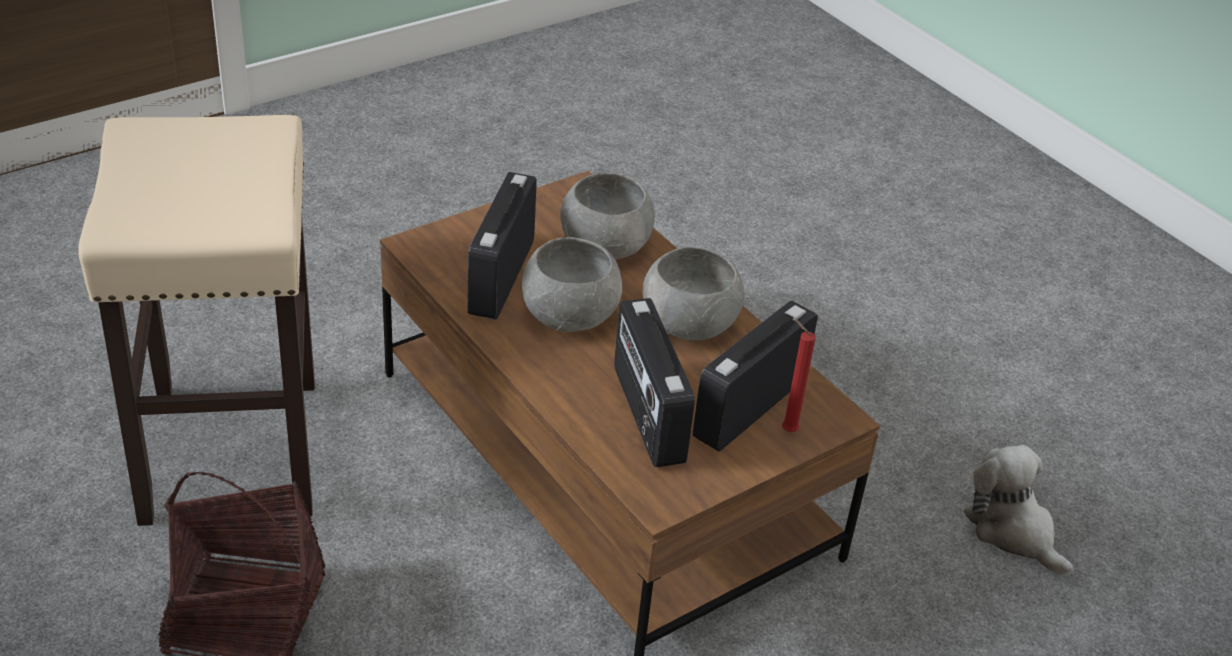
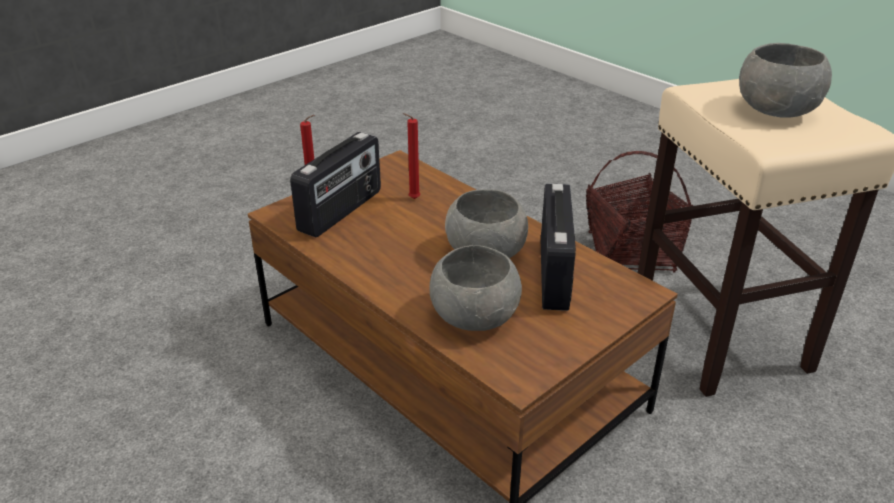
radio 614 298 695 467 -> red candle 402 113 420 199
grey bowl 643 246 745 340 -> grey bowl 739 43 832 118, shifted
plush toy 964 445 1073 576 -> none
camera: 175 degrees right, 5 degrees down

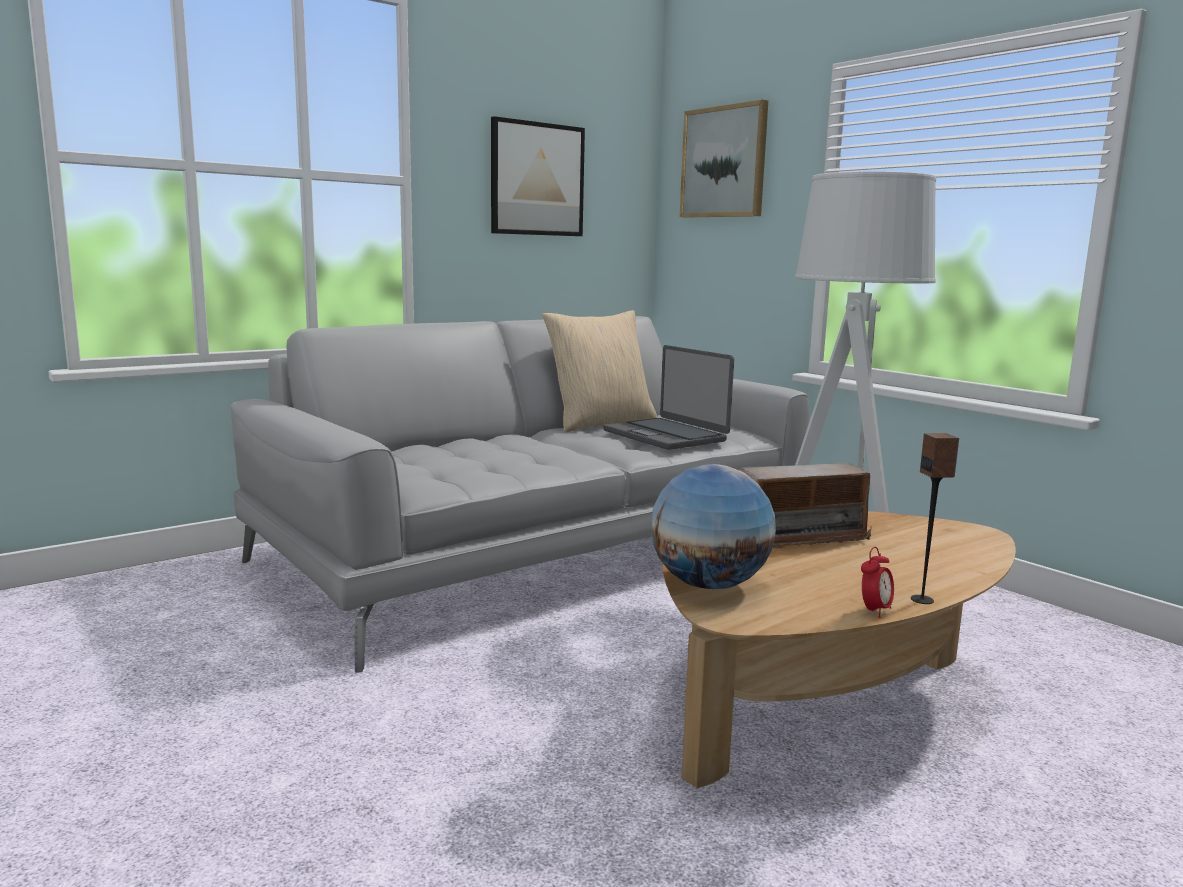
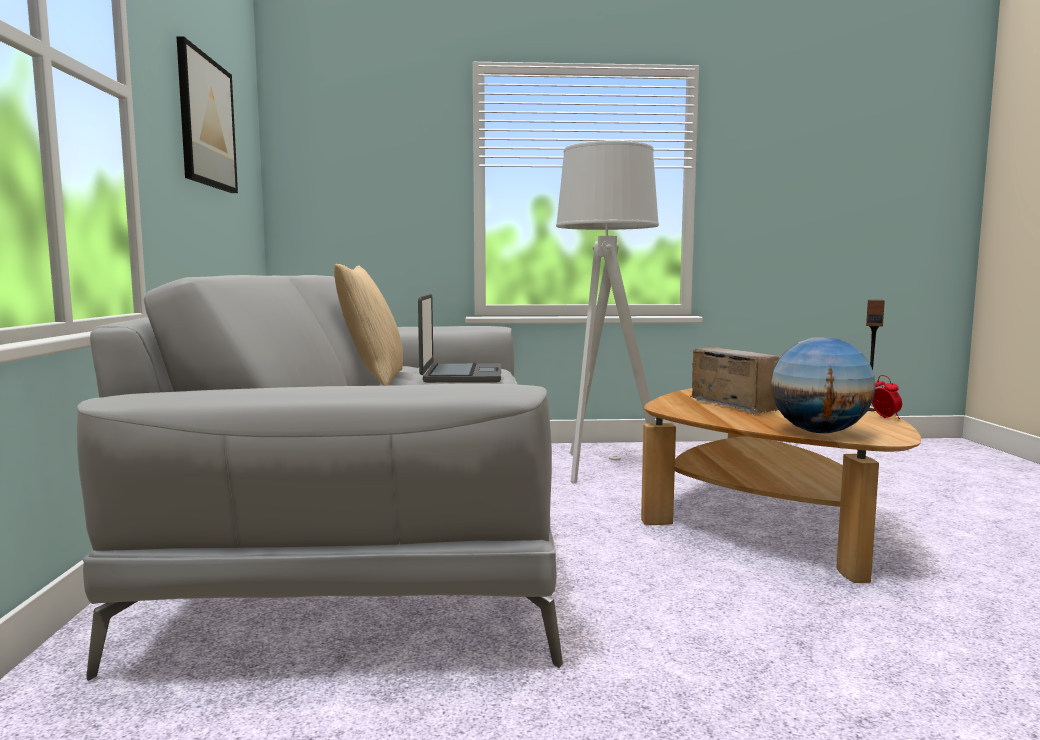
laptop 603 345 734 450 -> laptop 418 294 501 383, 90 degrees counterclockwise
radio 739 463 872 549 -> radio 689 347 781 415, 45 degrees counterclockwise
picture 680 100 768 218 -> none
camera: 55 degrees left, 5 degrees down

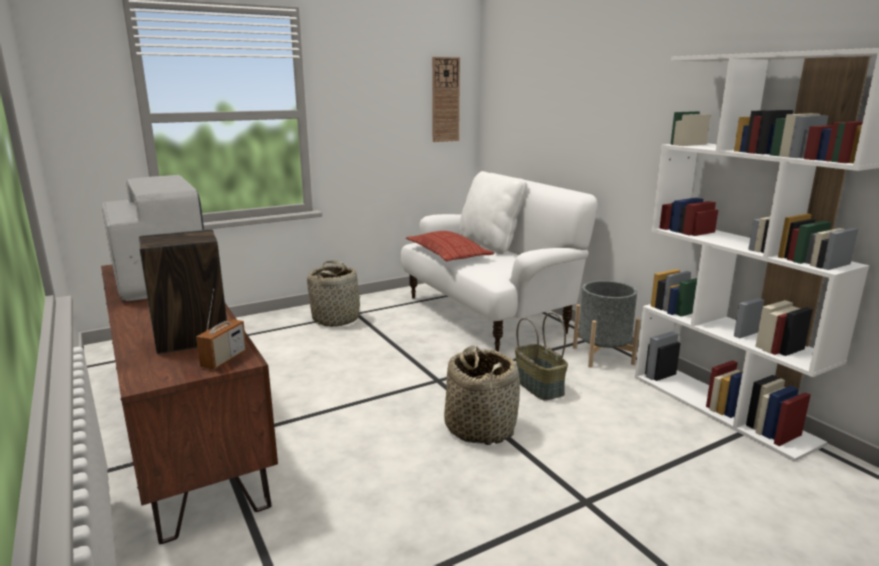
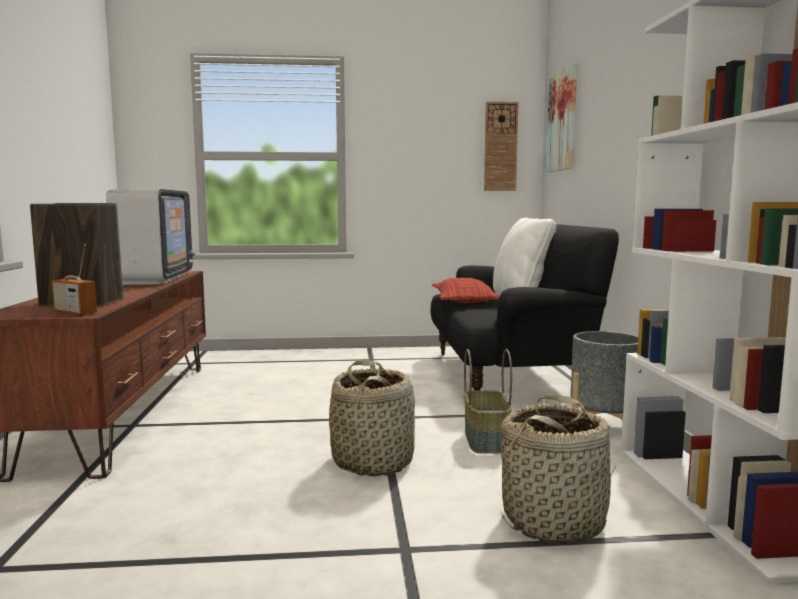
radio 196 289 247 370 -> radio 51 244 97 315, 75 degrees clockwise
white sofa 401 173 598 352 -> black sofa 430 224 619 390
basket 307 260 363 327 -> basket 501 394 616 544, shifted
none -> picture 546 63 577 172
camera: 25 degrees right, 10 degrees down

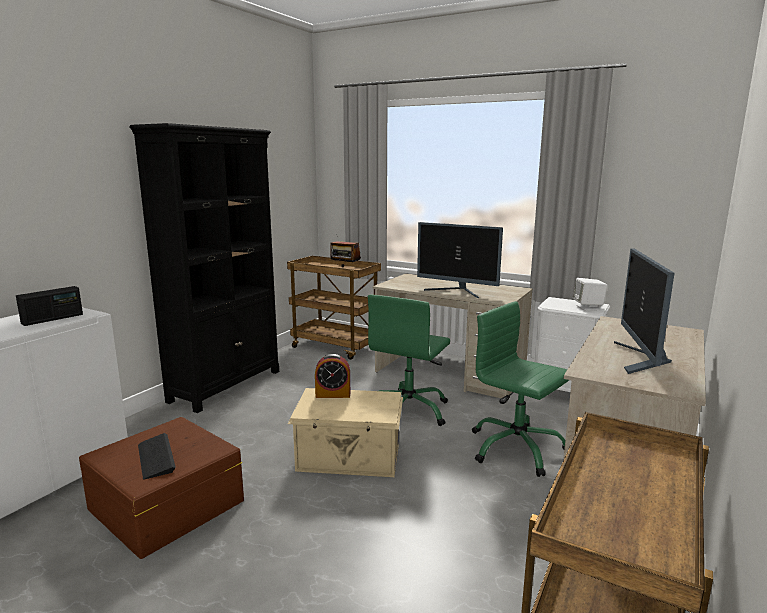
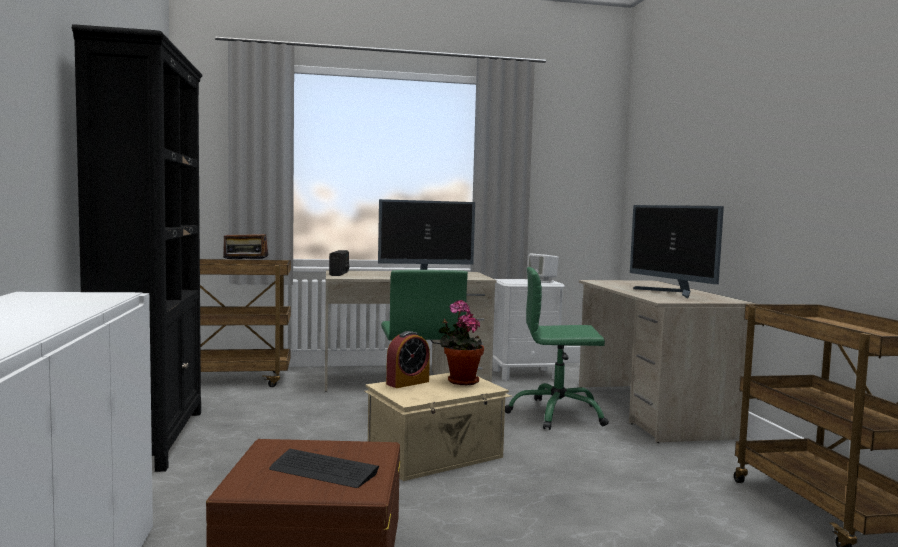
radio 16 286 83 326 -> radio 329 250 349 276, shifted
none -> potted plant 439 300 484 385
camera: 40 degrees left, 10 degrees down

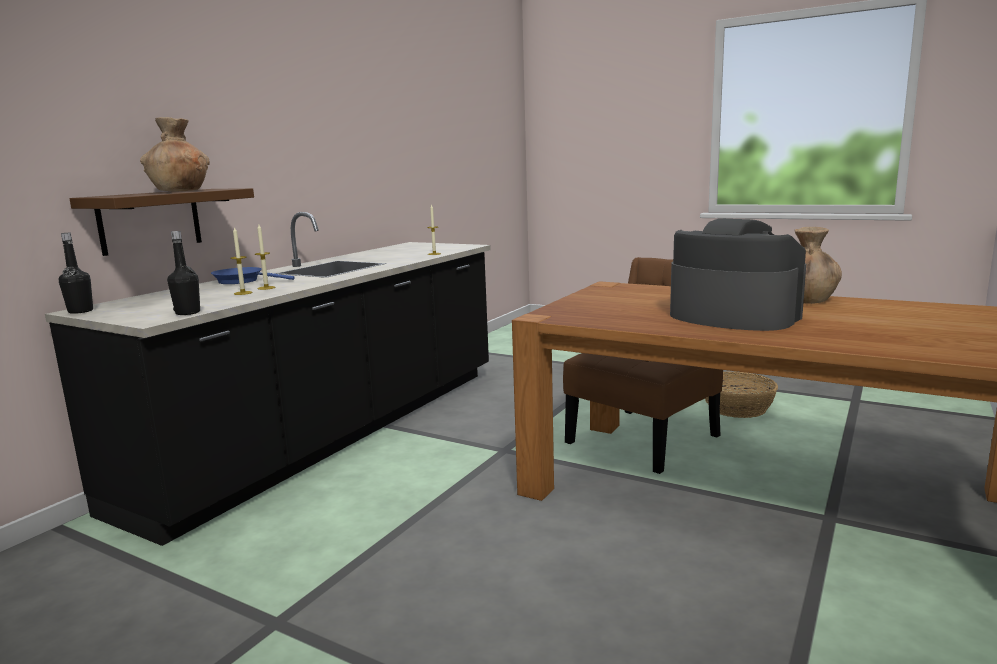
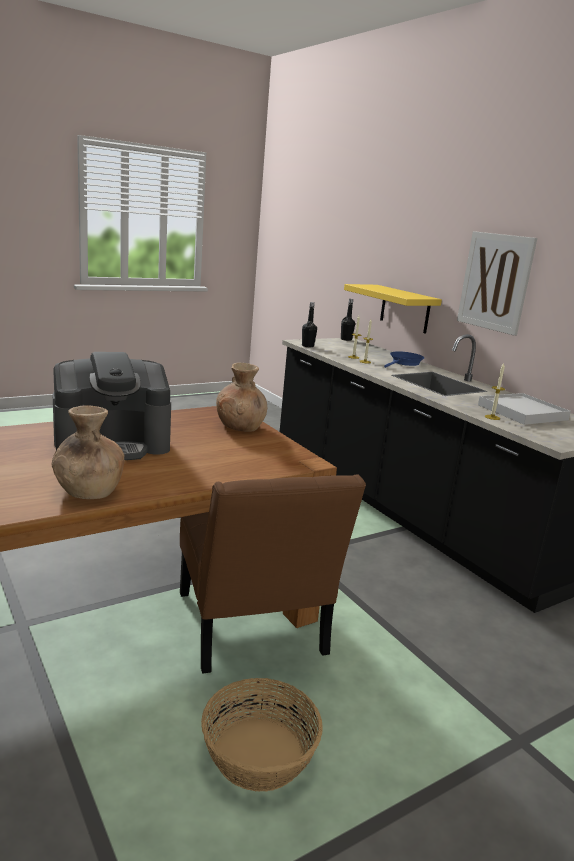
brown vase 140 117 210 191 -> brown vase 216 363 267 432, shifted
brown shelf 69 188 254 256 -> yellow shelf 344 284 442 334
none -> picture 457 231 537 336
none -> white tray 478 393 571 425
camera: 115 degrees right, 5 degrees up

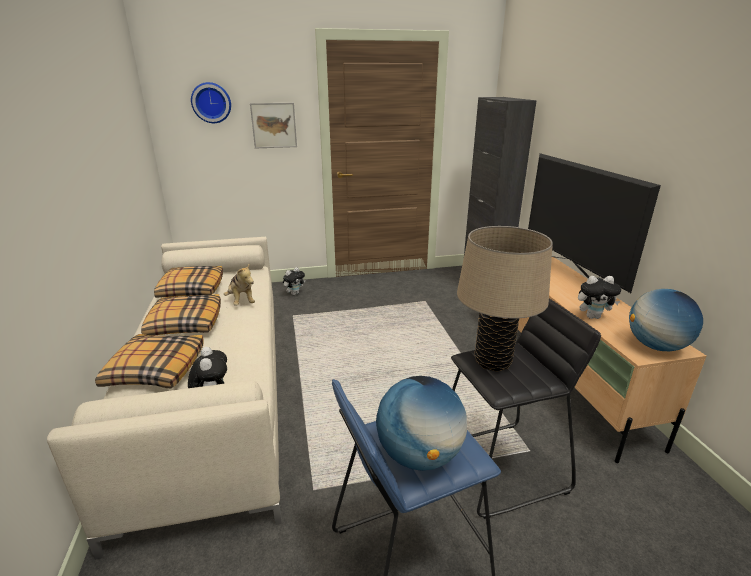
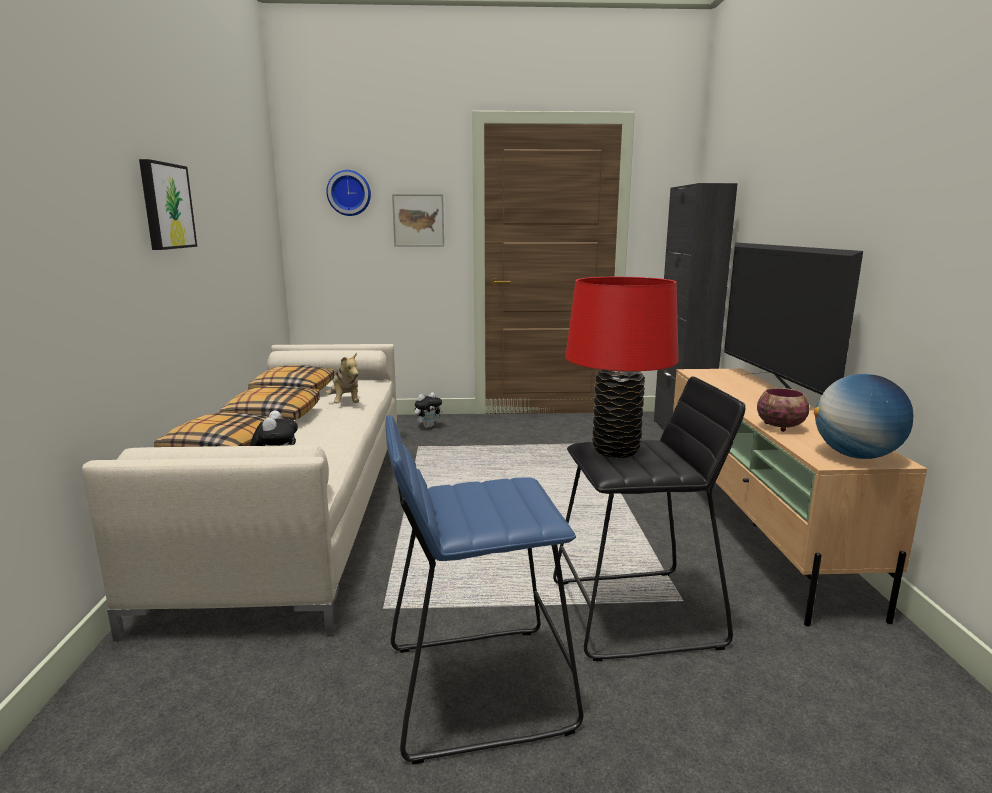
none -> picture 139 159 197 250
beige table lamp 457 226 553 372 -> red table lamp 565 277 679 458
plush toy 578 276 621 319 -> bowl 757 388 810 432
globe 376 376 467 471 -> none
camera: 10 degrees right, 10 degrees down

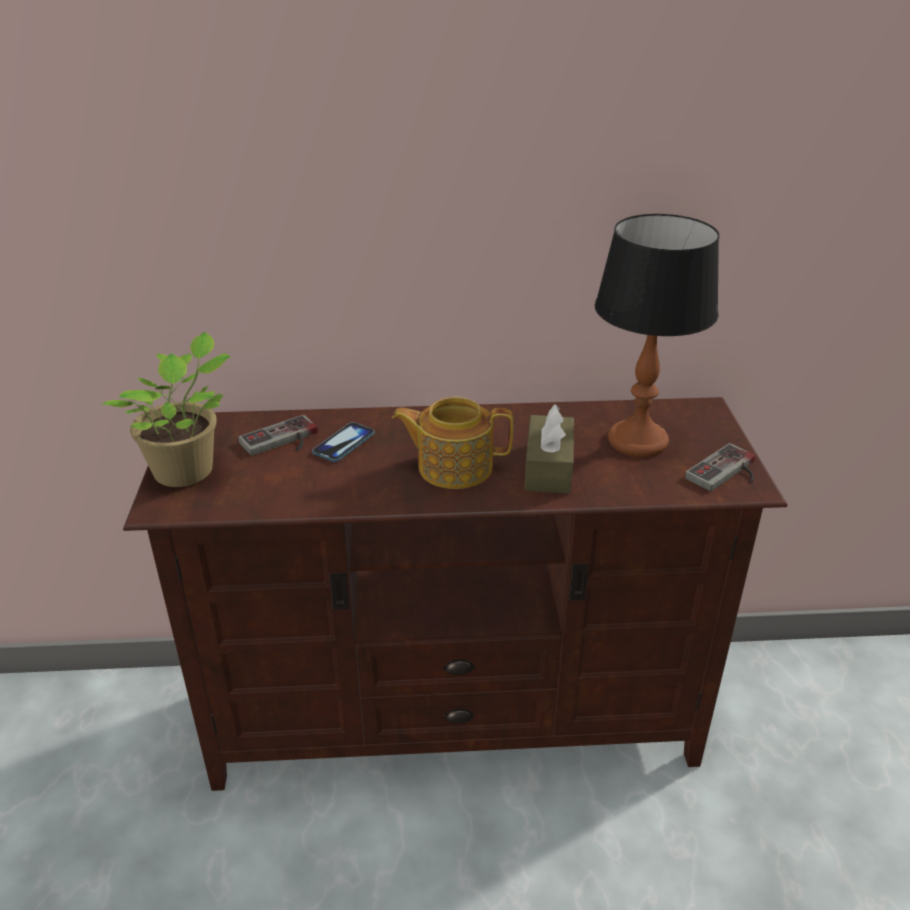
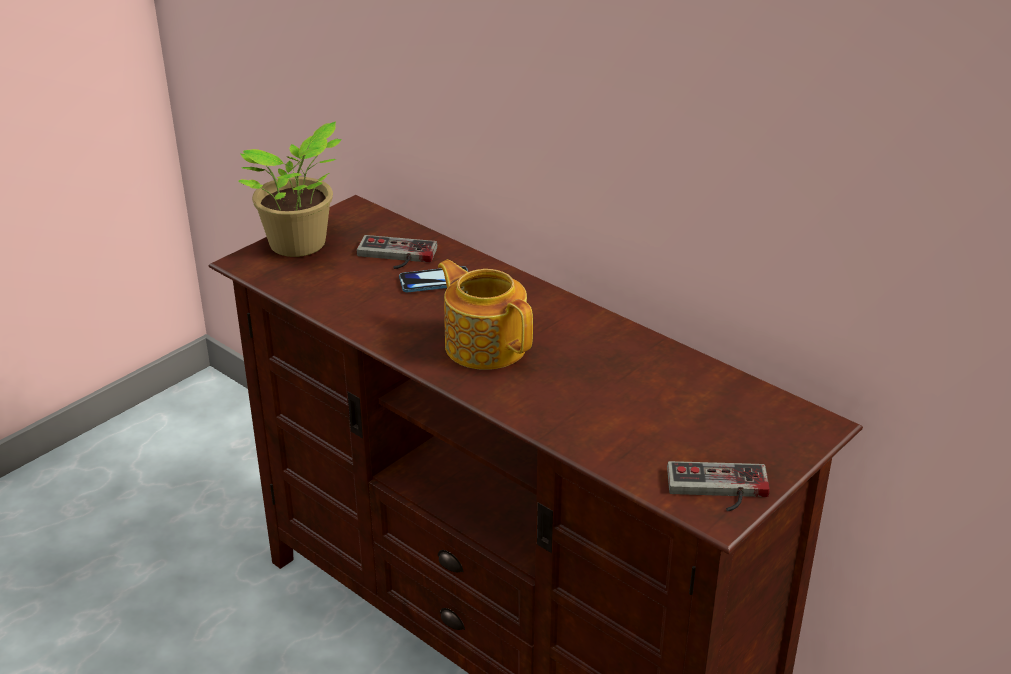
brown tissue box 525 404 574 494 -> none
table lamp 594 214 719 457 -> none
camera: 45 degrees right, 0 degrees up

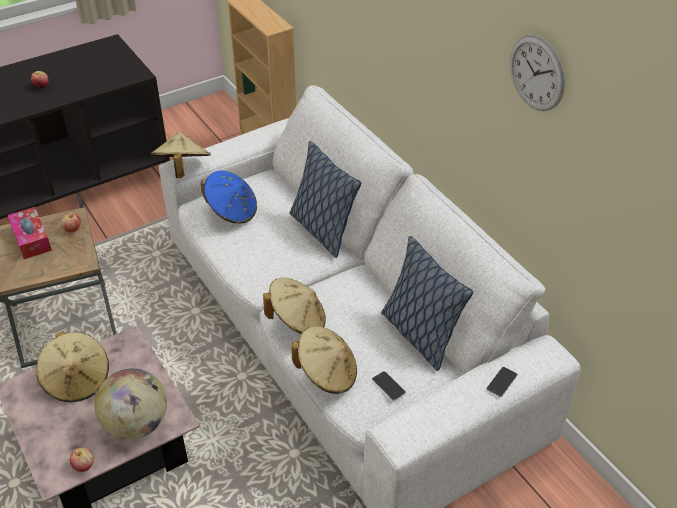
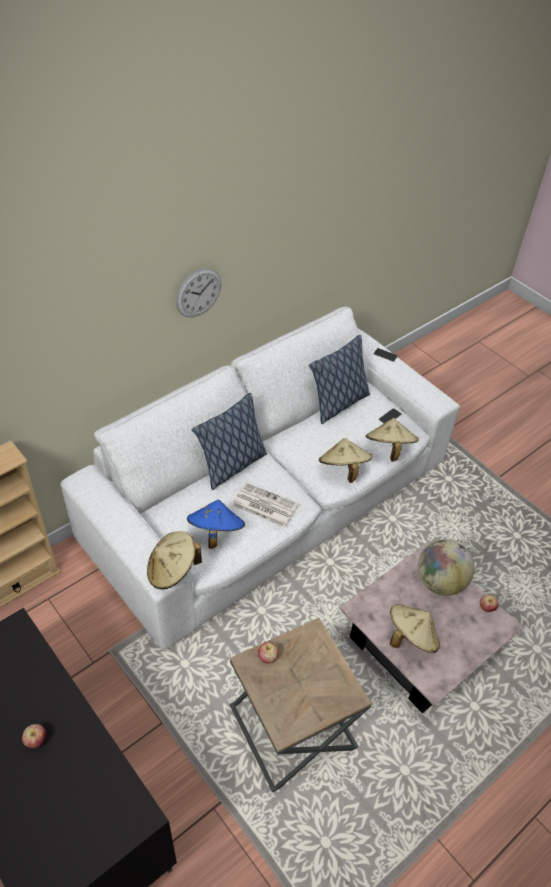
wall clock 510 35 565 111 -> wall clock 176 268 221 317, shifted
none -> newspaper 232 483 298 527
tissue box 8 207 52 259 -> none
camera: 100 degrees left, 5 degrees up

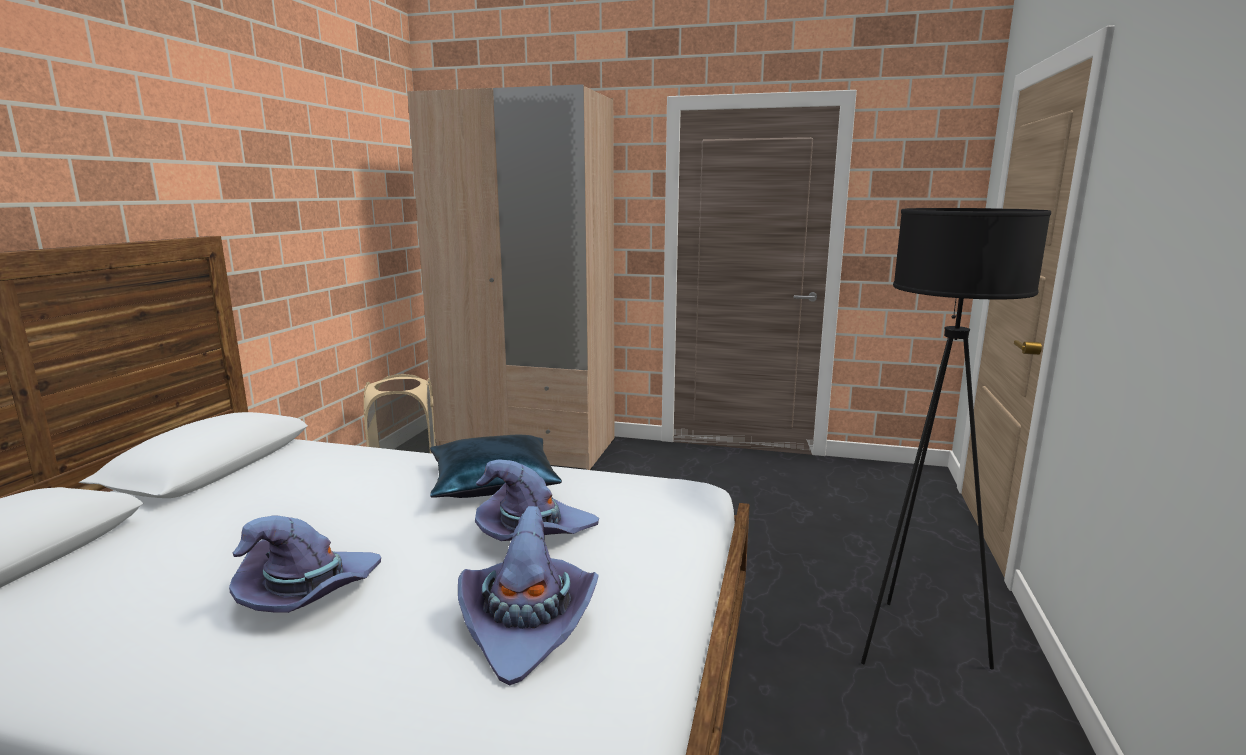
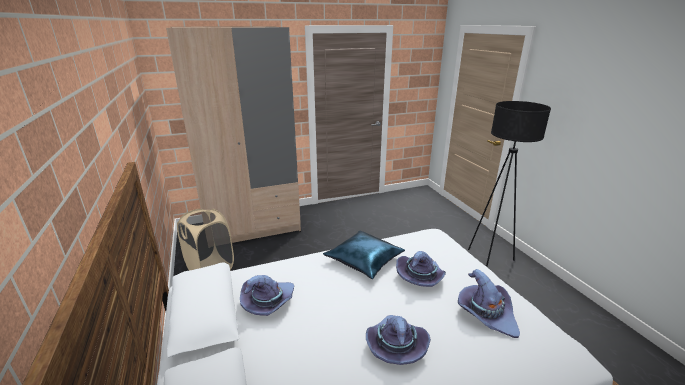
none -> purple hat 240 275 294 316
camera: 35 degrees left, 10 degrees up

